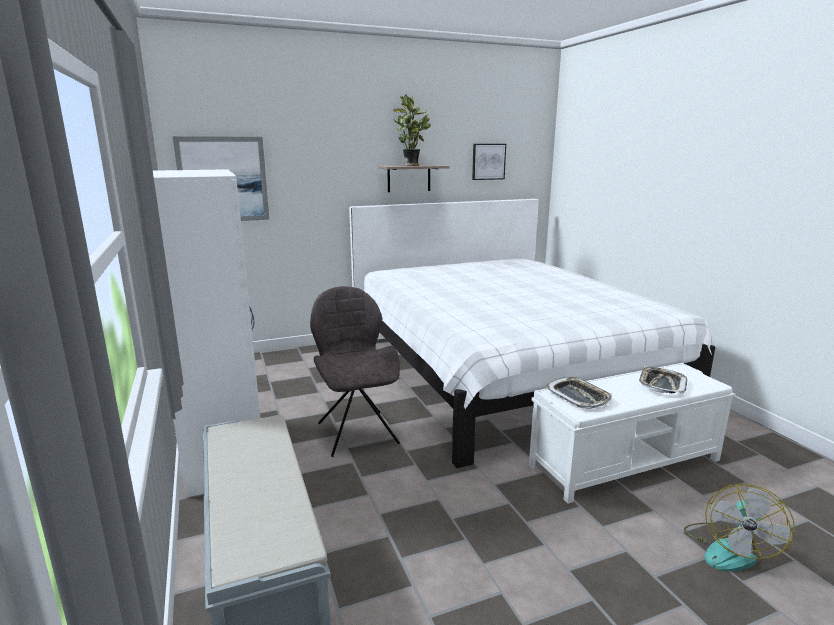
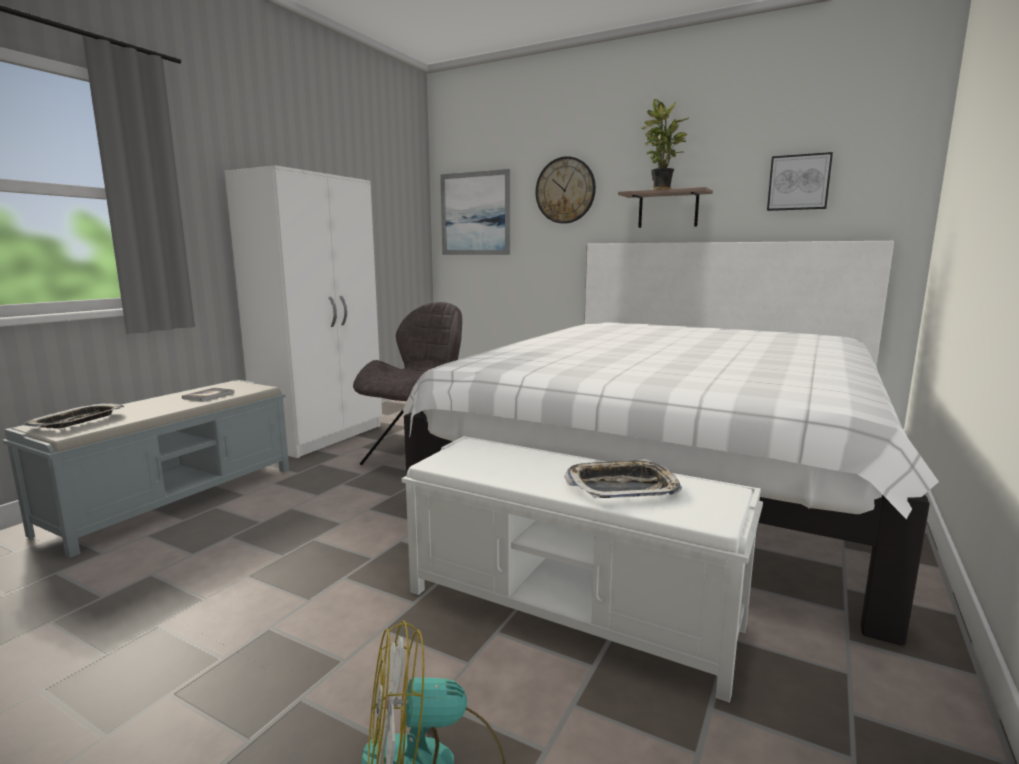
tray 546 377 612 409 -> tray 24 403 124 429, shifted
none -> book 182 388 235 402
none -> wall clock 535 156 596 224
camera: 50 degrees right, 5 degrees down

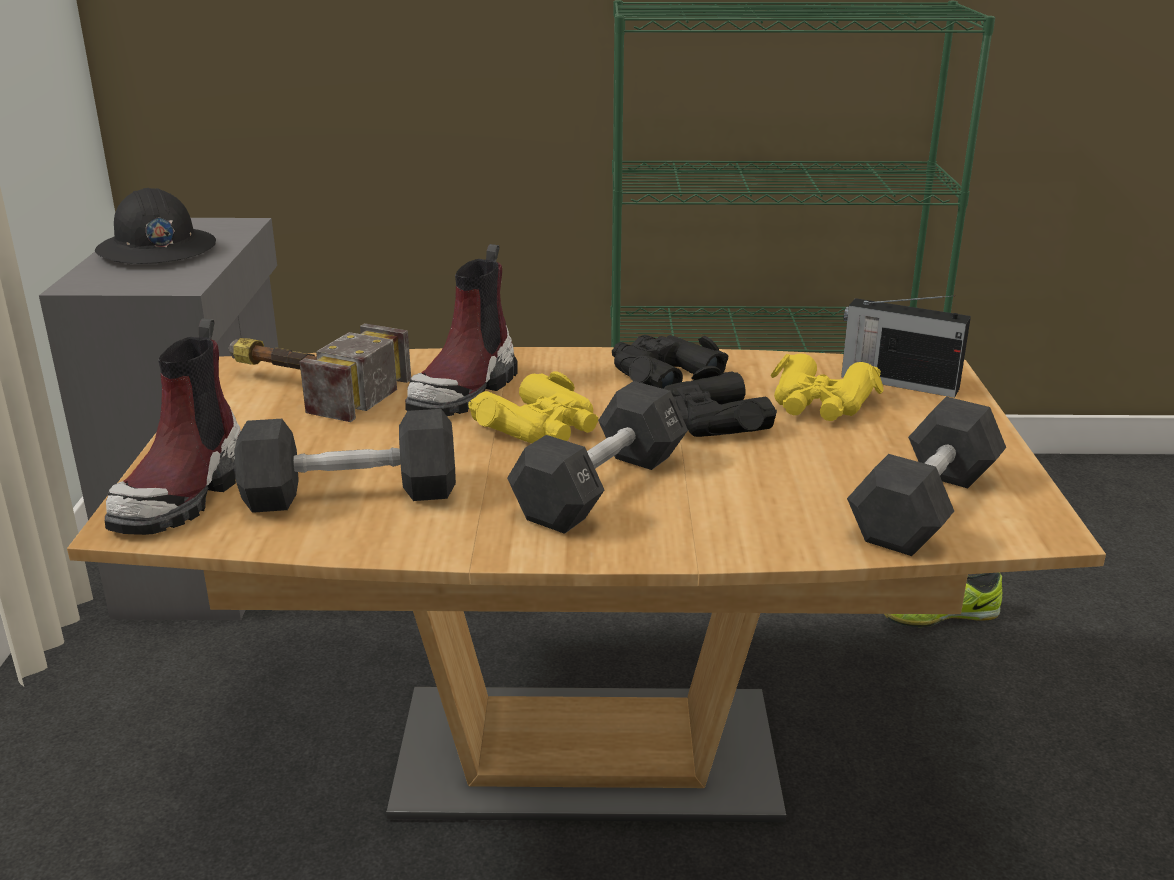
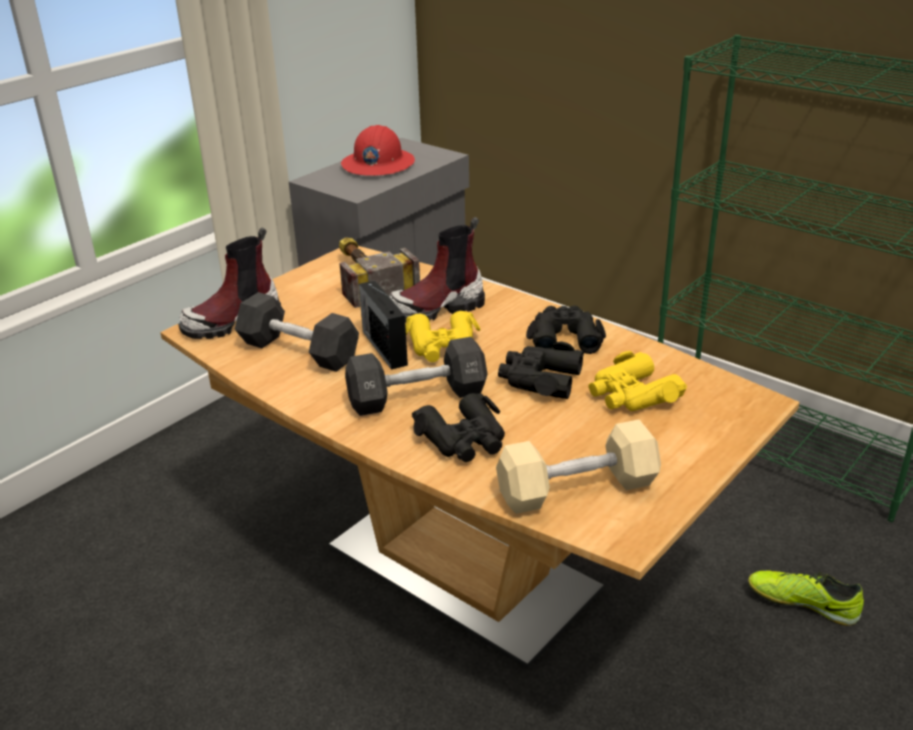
black hard hat 95 188 216 264 -> red hard hat 341 125 415 176
radio 841 295 971 398 -> radio 359 280 408 370, shifted
none -> black binoculars 412 393 505 462
black dumbbell 847 397 1006 556 -> beige dumbbell 496 420 661 514
camera: 40 degrees right, 5 degrees up

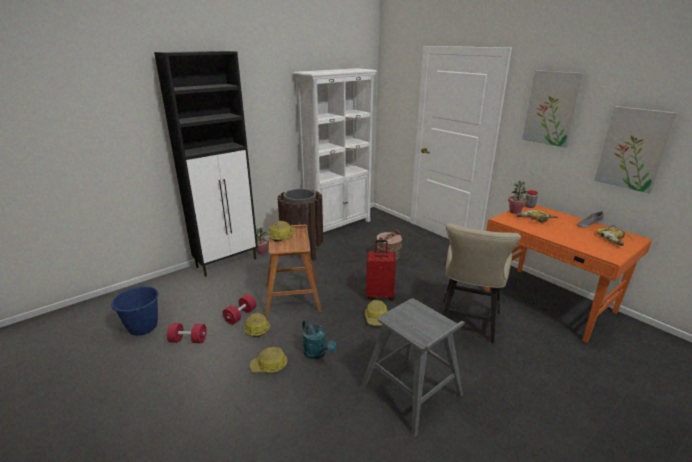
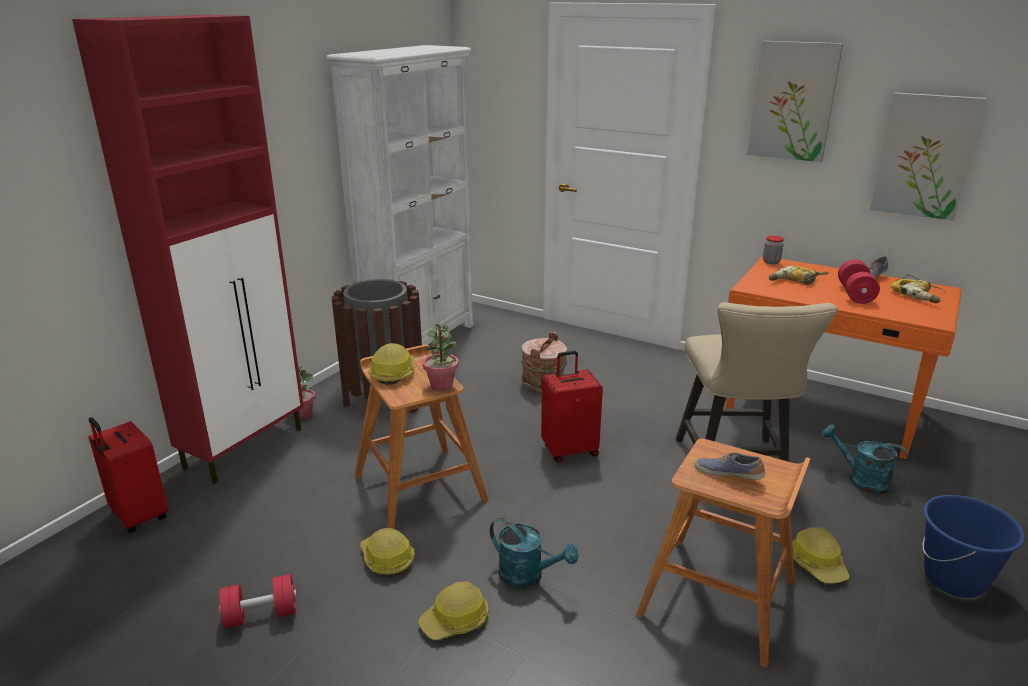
black cabinet 154 51 258 277 -> red cabinet 72 15 304 484
none -> red suitcase 89 417 168 533
potted plant 508 181 527 214 -> potted plant 423 324 459 392, shifted
grey stool 360 299 465 437 -> brown stool 636 439 811 668
none -> shoe 695 452 765 480
hard hat 365 300 388 326 -> hard hat 792 527 849 583, shifted
none -> turquoise watering can 822 424 909 494
red dumbbell 222 294 256 325 -> red dumbbell 838 260 880 304, shifted
blue bucket 111 286 159 336 -> blue bucket 922 495 1025 598, shifted
camera: 20 degrees left, 0 degrees up

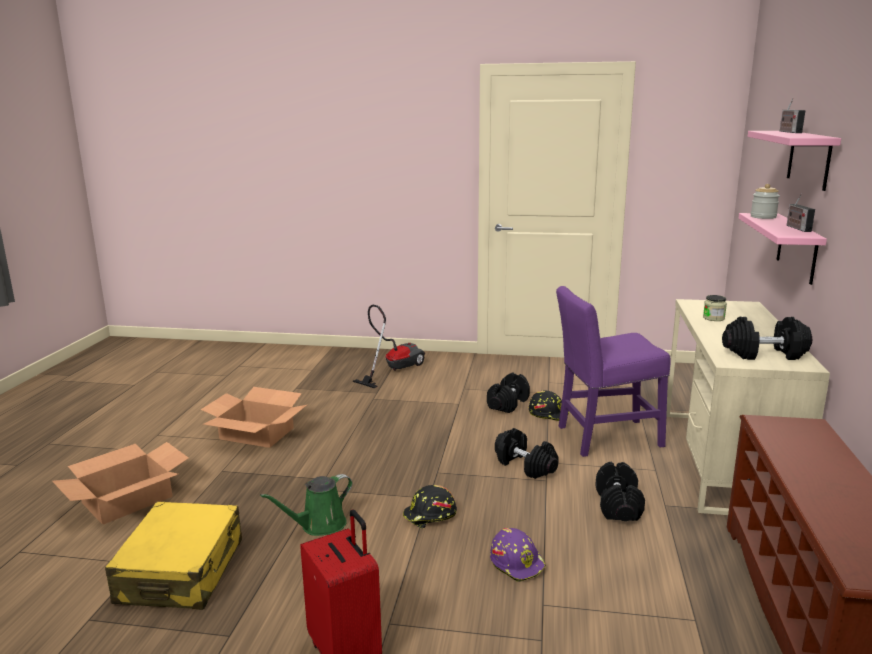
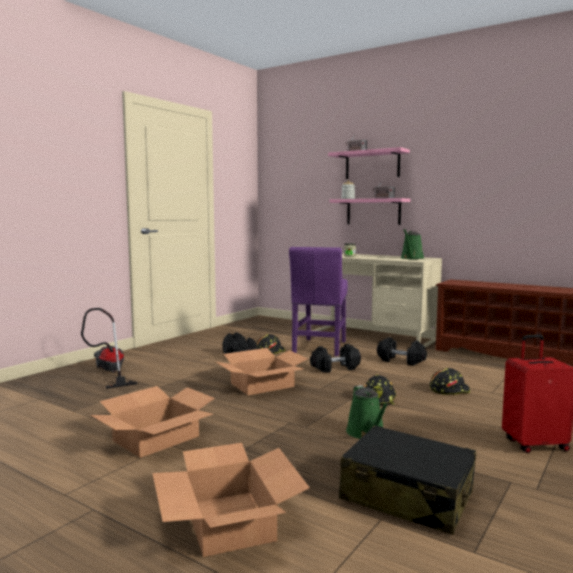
none -> cardboard box 216 348 308 395
yellow suitcase 105 502 242 610 -> black suitcase 339 425 476 535
black dumbbell 722 317 812 360 -> green watering can 401 229 424 259
purple hard hat 490 528 546 582 -> black hard hat 430 368 470 395
camera: 65 degrees left, 10 degrees down

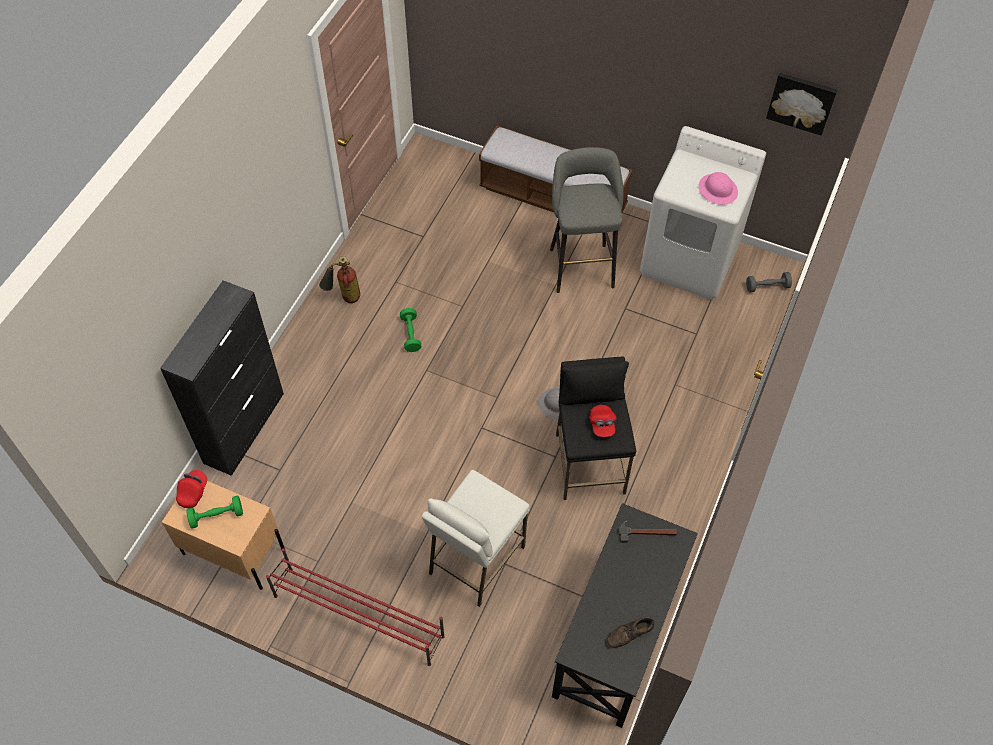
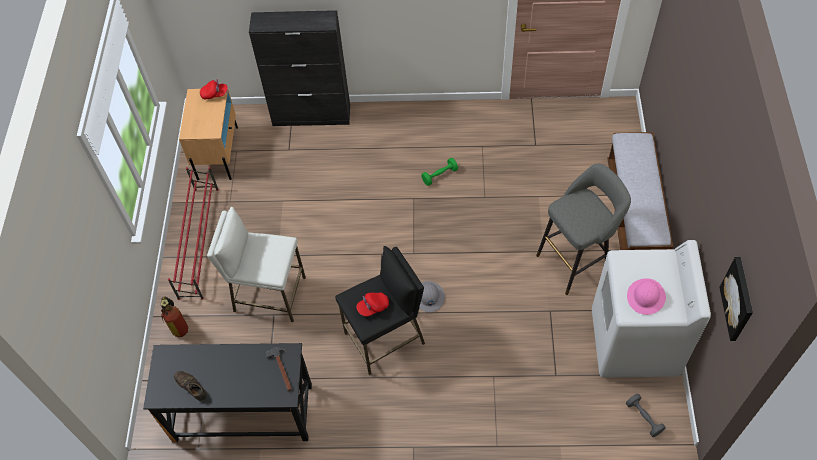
fire extinguisher 319 256 360 303 -> fire extinguisher 160 296 188 337, shifted
green dumbbell 186 496 243 529 -> none
camera: 70 degrees right, 0 degrees up

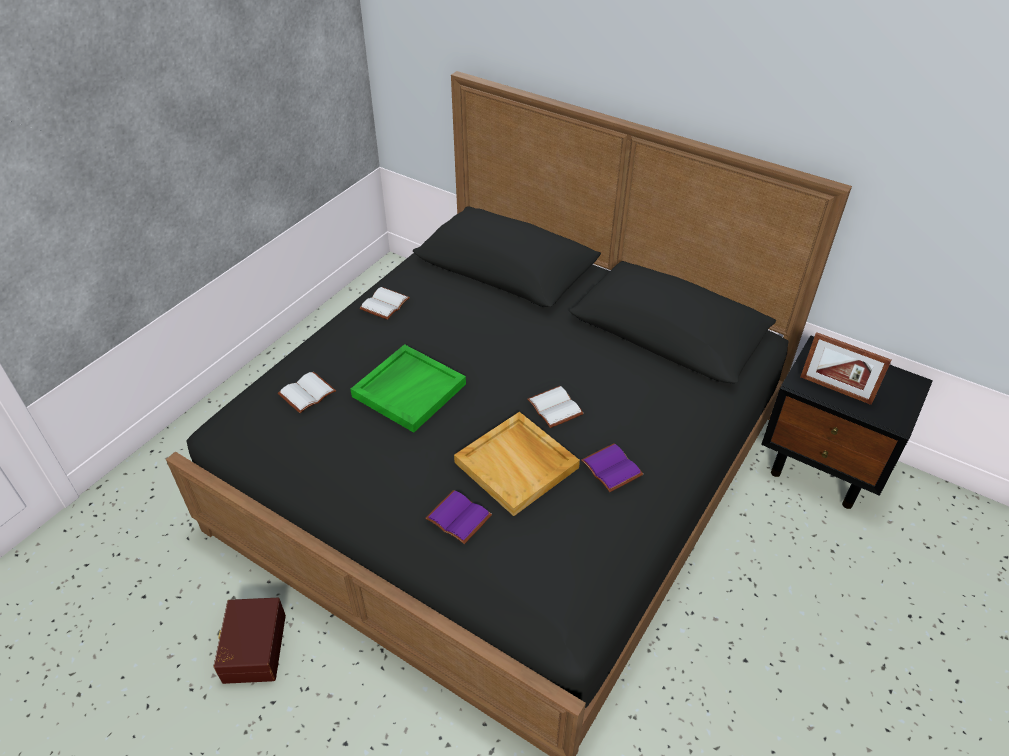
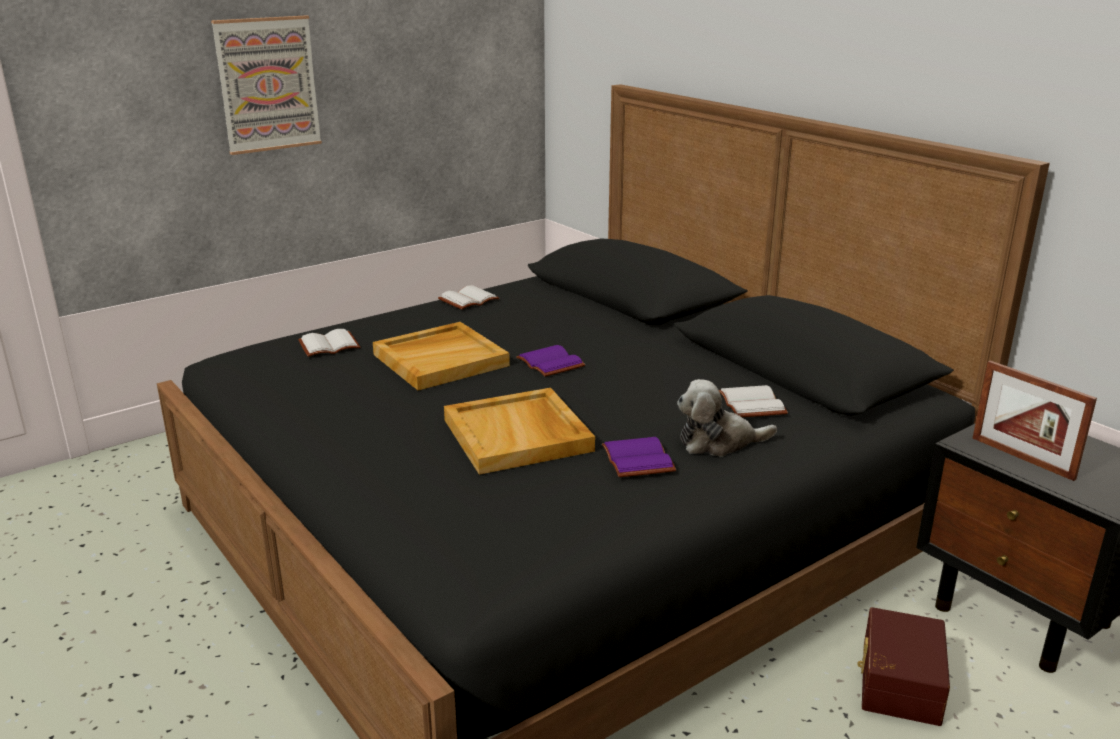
none -> picture 211 15 322 155
green tray 350 344 466 433 -> beige tray 373 322 510 390
purple book 425 490 492 544 -> purple book 516 345 585 377, shifted
none -> plush toy 677 379 777 457
white book 527 386 584 428 -> white book 719 385 788 417, shifted
brown storage box 213 598 286 684 -> brown storage box 857 607 950 726, shifted
camera: 20 degrees right, 20 degrees down

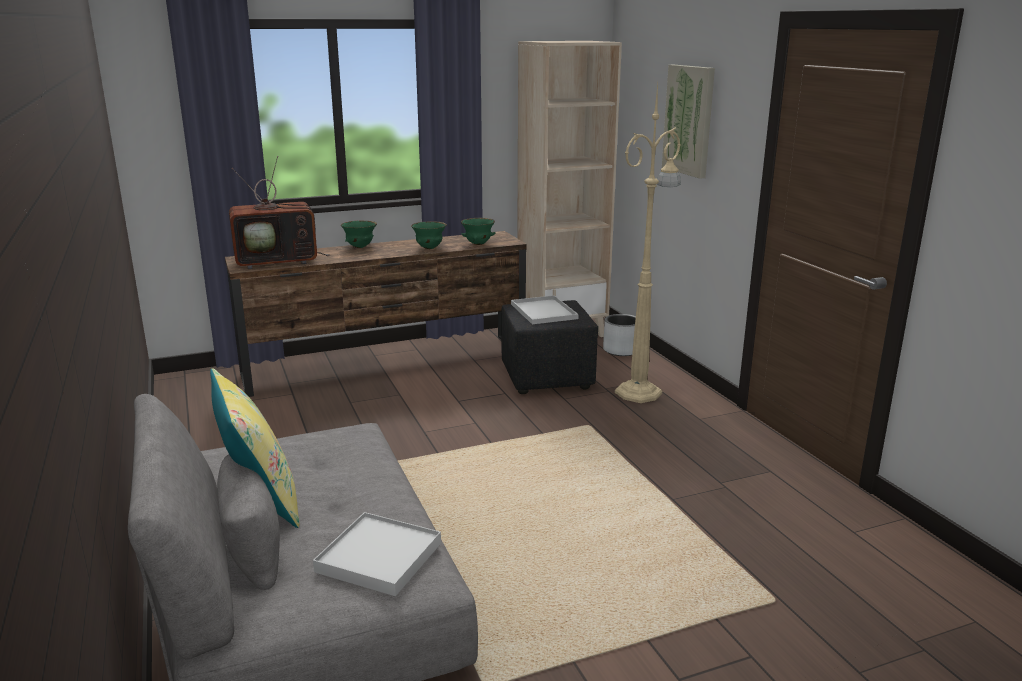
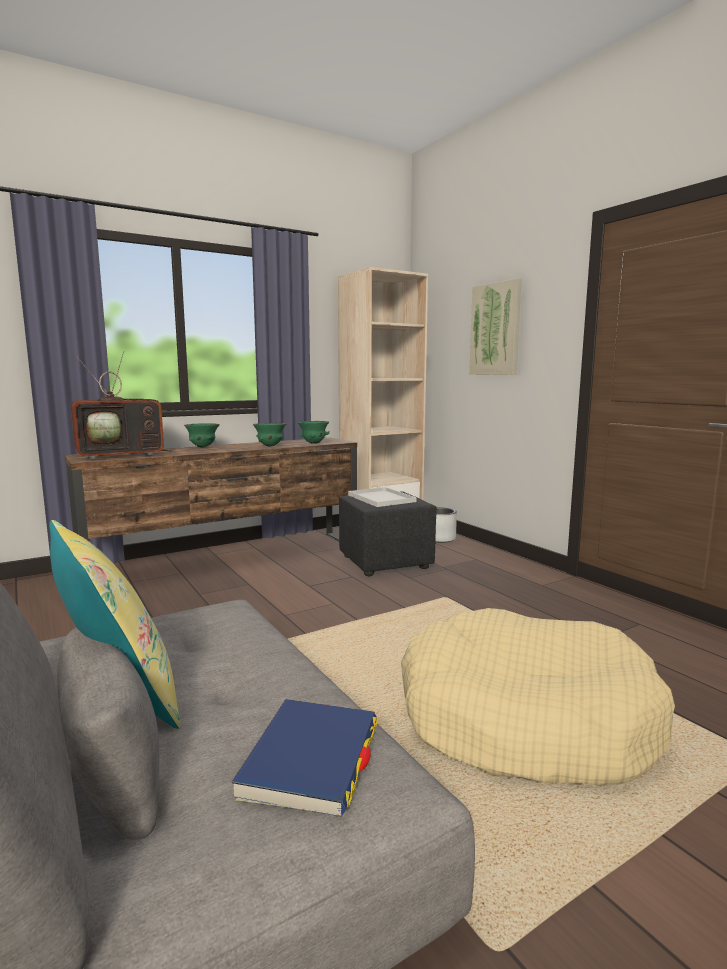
white tray 313 512 441 596 -> blue book 232 699 378 817
none -> beige dog bed 401 608 675 785
beige floor lamp 615 84 681 403 -> none
camera: 10 degrees left, 10 degrees down

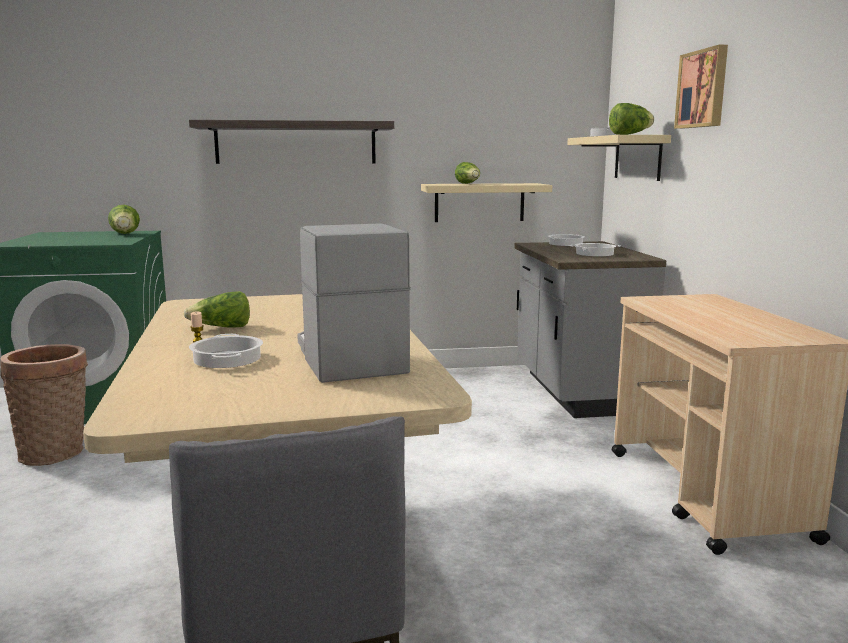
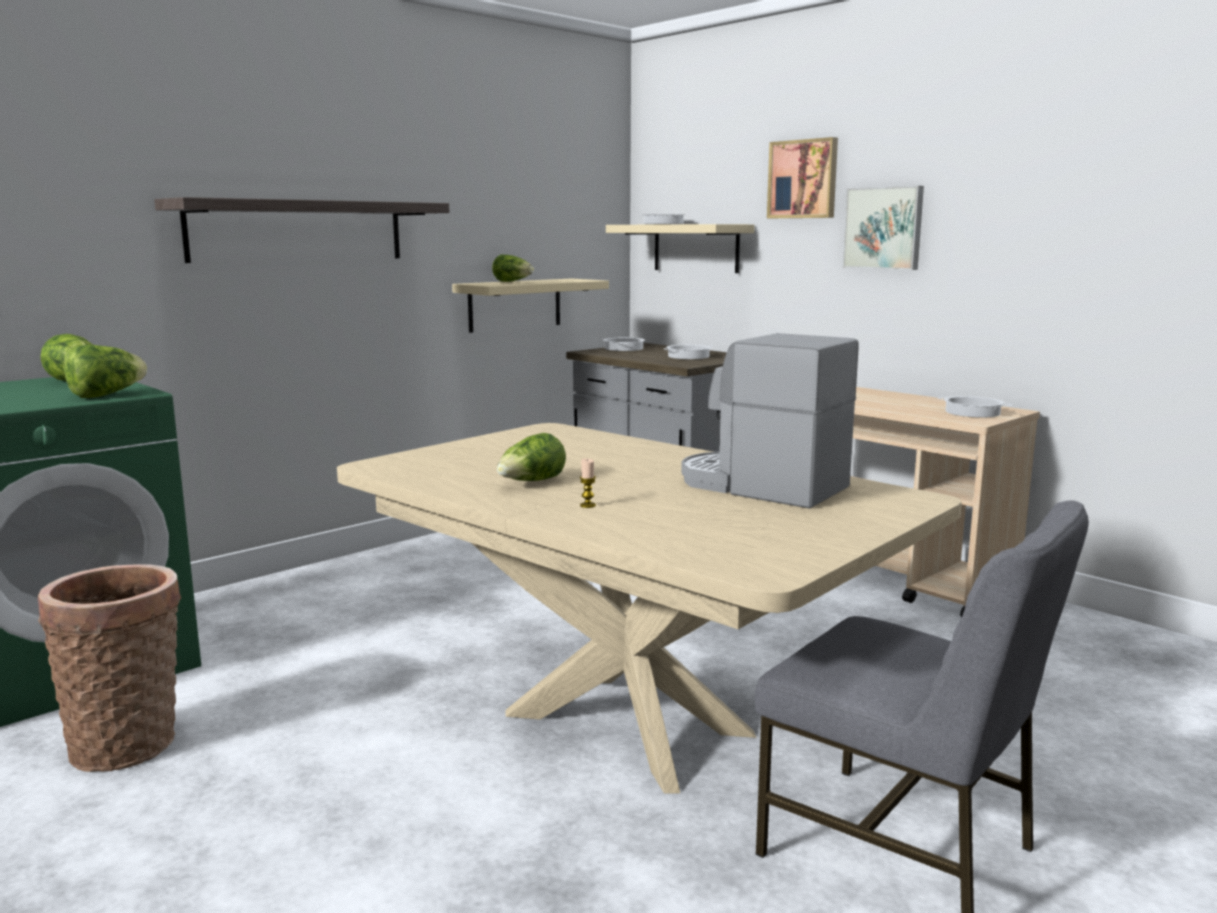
lettuce 609 103 654 135 -> lettuce 64 345 147 398, shifted
none -> picture 842 186 924 270
cooking pot 189 334 263 368 -> cooking pot 938 396 1013 417, shifted
camera: 35 degrees left, 0 degrees up

